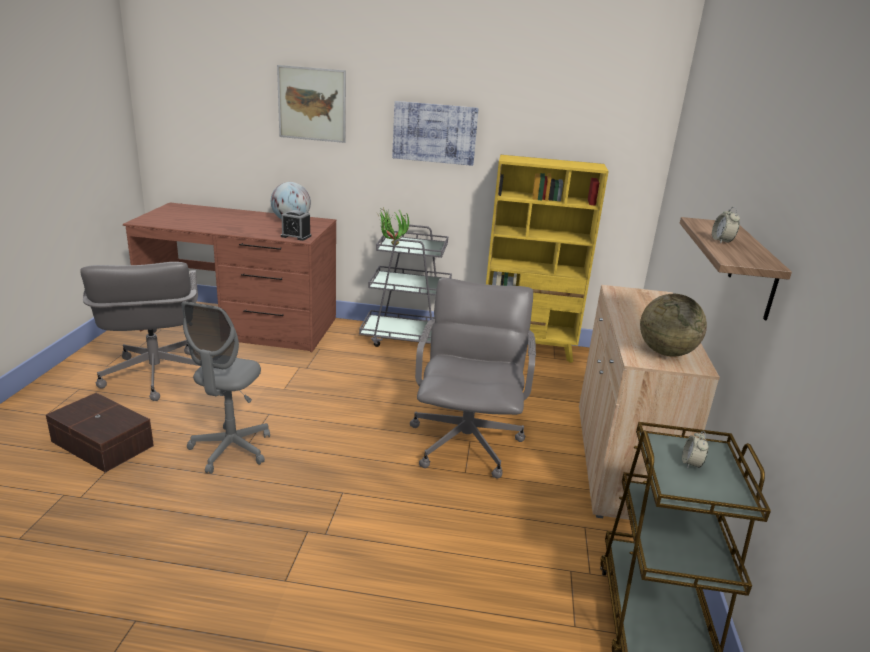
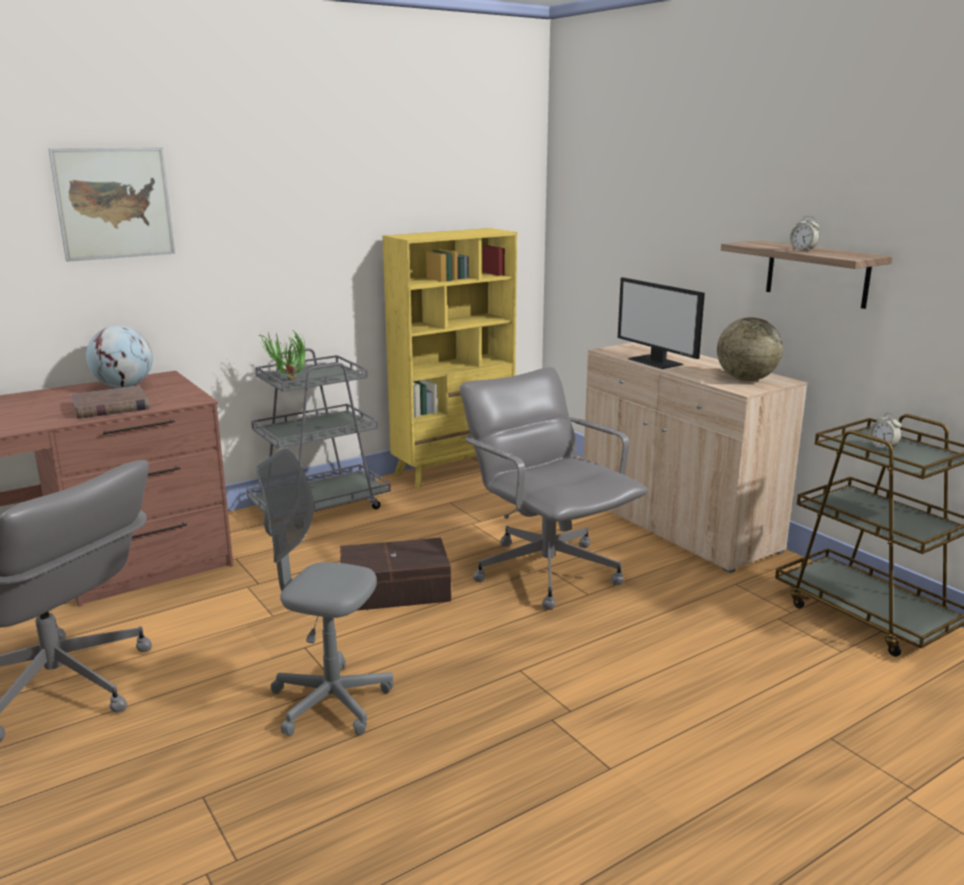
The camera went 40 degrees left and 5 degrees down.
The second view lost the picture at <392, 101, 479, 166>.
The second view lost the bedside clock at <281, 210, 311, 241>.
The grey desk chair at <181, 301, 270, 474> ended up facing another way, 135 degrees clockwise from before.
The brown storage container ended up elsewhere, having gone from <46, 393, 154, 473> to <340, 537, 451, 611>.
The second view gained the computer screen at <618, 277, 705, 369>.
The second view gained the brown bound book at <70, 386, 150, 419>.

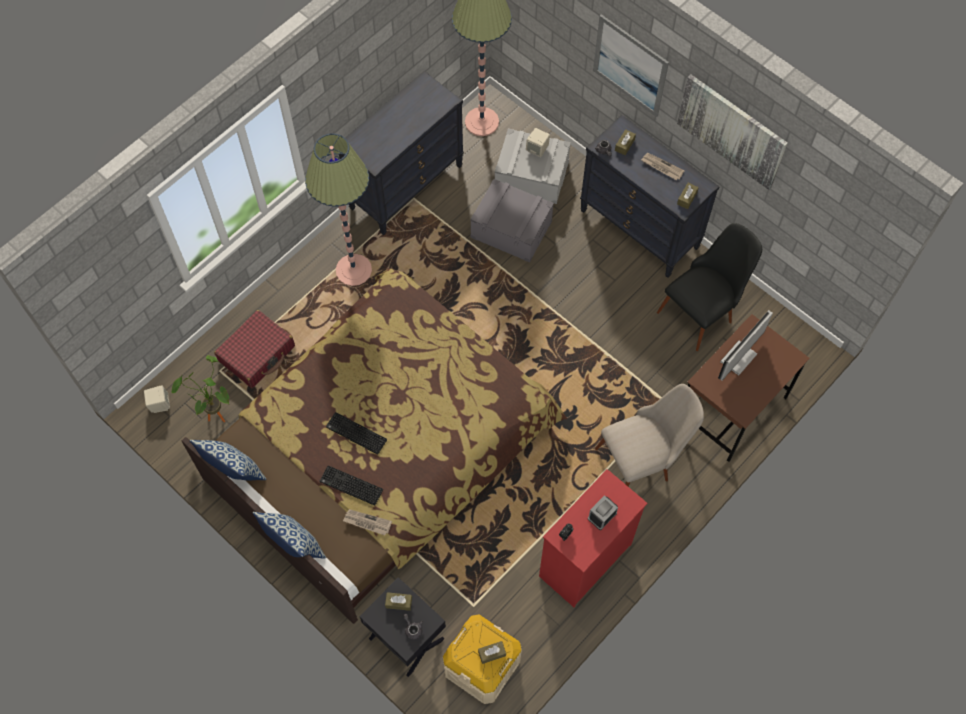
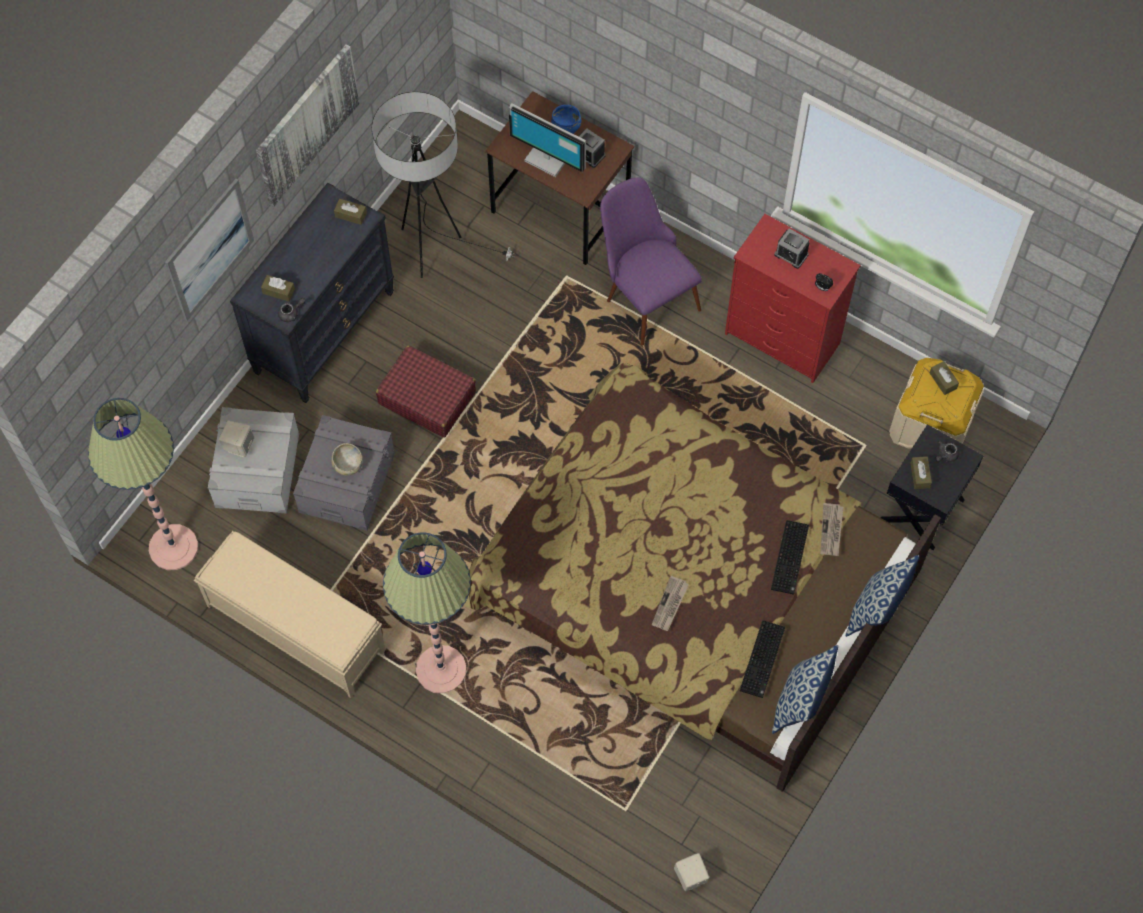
The camera went 100 degrees left and 0 degrees up.
Where the black drawer chest stood at <339, 71, 464, 235>, the beige long seat came to stand at <194, 531, 386, 698>.
The printed paper ended up elsewhere, having gone from <641, 153, 685, 180> to <652, 576, 689, 631>.
Where the black chair stood at <657, 223, 762, 351>, the standing lamp came to stand at <372, 92, 516, 278>.
The reddish suitcase ended up elsewhere, having gone from <214, 310, 295, 388> to <376, 345, 476, 437>.
The second view lost the houseplant at <171, 355, 229, 422>.
What was the beige chair at <595, 384, 704, 487> turned into the purple-coloured chair at <600, 178, 702, 345>.
The PC keyboard ended up elsewhere, having gone from <326, 412, 387, 455> to <740, 620, 785, 698>.
The second view gained the bluish bowl at <551, 105, 581, 134>.
The second view gained the bedside clock at <579, 128, 606, 168>.
The second view gained the beige bowl at <331, 443, 363, 476>.

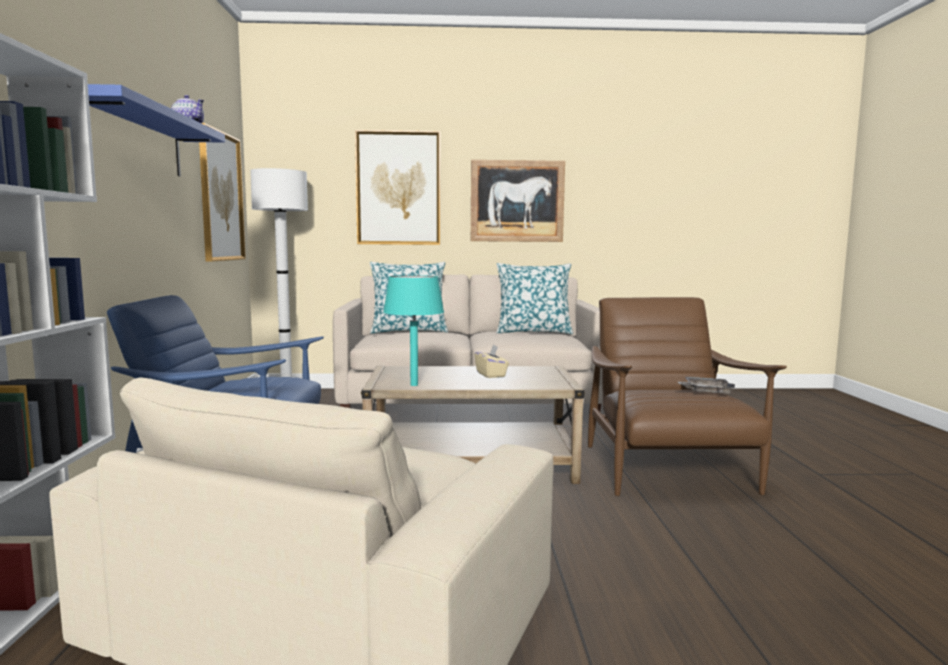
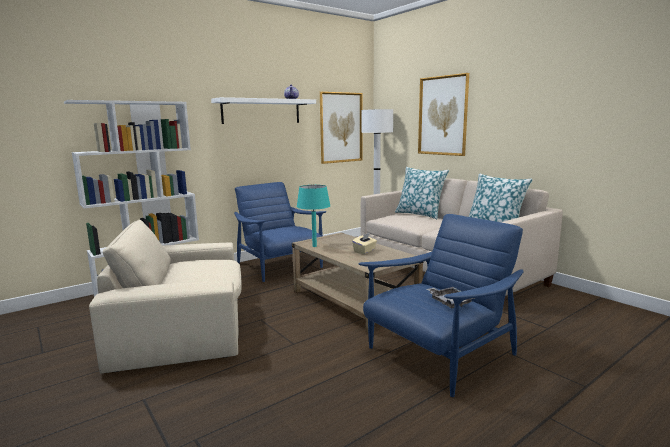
The camera went 55 degrees right and 5 degrees up.
What was the bluish shelf at <88, 84, 225, 176> turned into the white shelf at <211, 97, 316, 124>.
The second view lost the picture at <471, 160, 565, 242>.
What was the brown easy chair at <588, 297, 787, 496> turned into the bluish easy chair at <358, 214, 523, 397>.

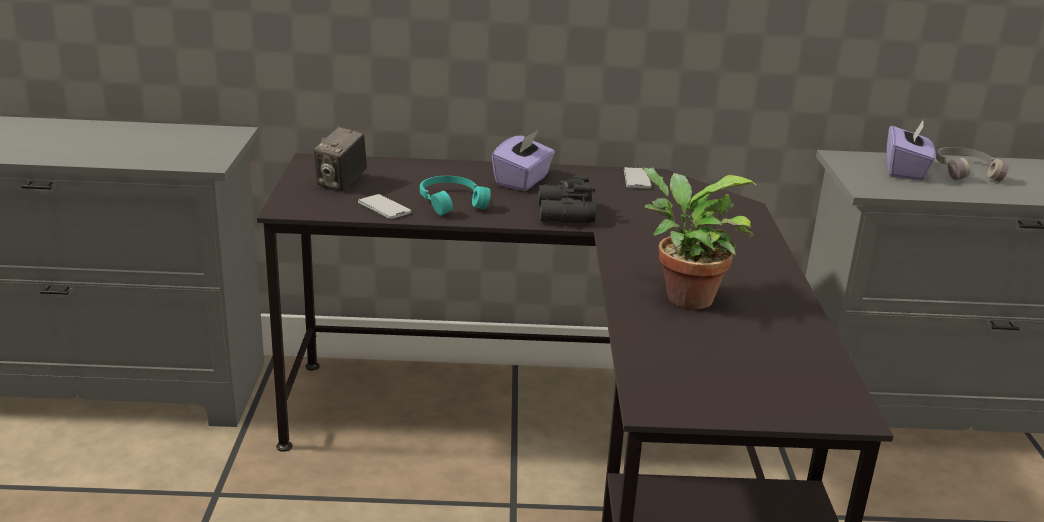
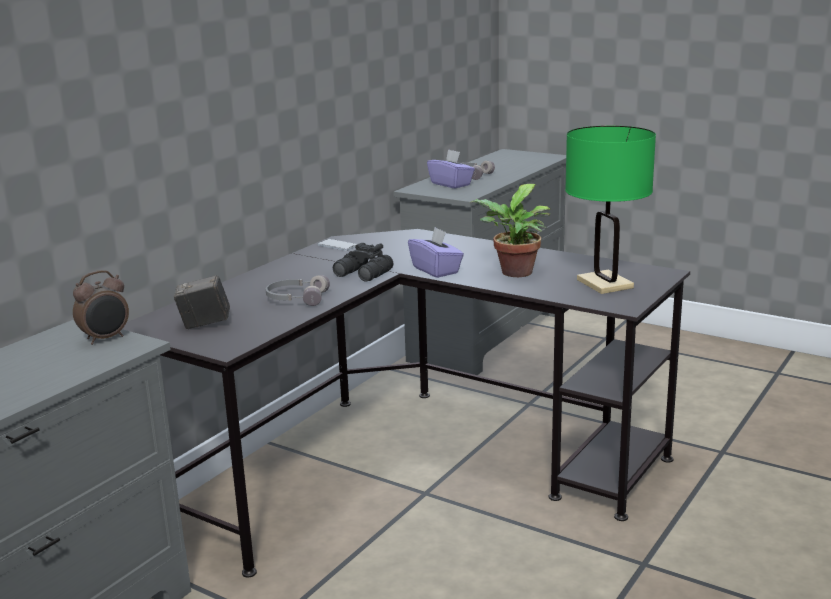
The camera went 55 degrees left and 5 degrees down.
The still camera at <314, 127, 367, 191> ended up facing another way, 120 degrees clockwise from before.
The purple-coloured tissue box ended up elsewhere, having gone from <492, 130, 555, 191> to <408, 227, 464, 278>.
What was the turquoise headset at <420, 176, 491, 216> turned into the grey headset at <266, 275, 330, 306>.
The second view lost the handset at <358, 194, 411, 219>.
The second view gained the greenish tabletop lamp at <565, 126, 656, 294>.
The second view gained the bedside clock at <73, 270, 129, 345>.

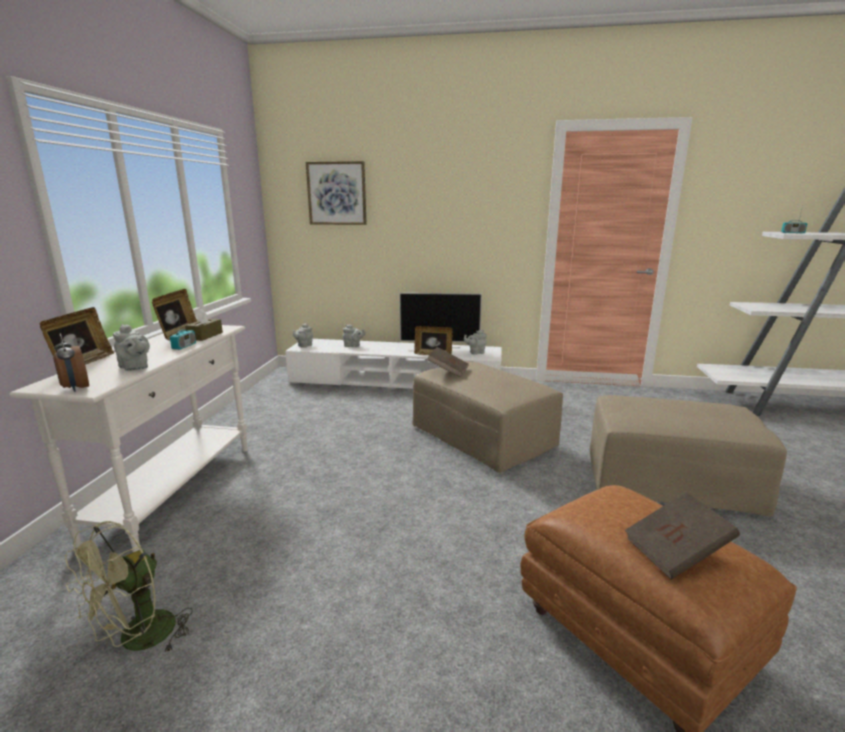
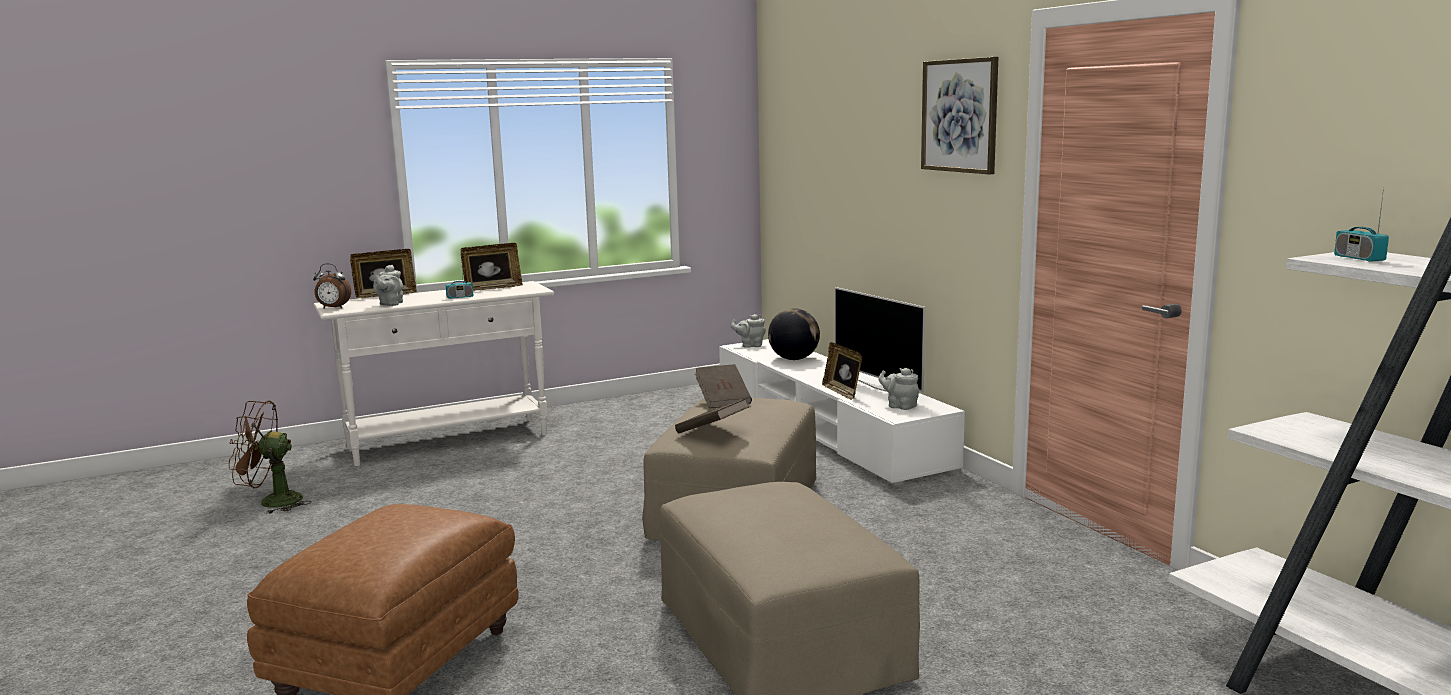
The camera went 55 degrees right and 5 degrees down.
The picture ended up elsewhere, having gone from <306, 161, 367, 225> to <921, 57, 998, 174>.
The second view lost the brown tissue box at <185, 309, 223, 341>.
Where the grey tea pot stood at <343, 324, 366, 347>, the desk globe came to stand at <768, 308, 820, 360>.
The bedside clock at <53, 333, 89, 392> ended up facing another way, 105 degrees counterclockwise from before.
The brown bound book ended up elsewhere, having gone from <625, 492, 740, 580> to <675, 398, 749, 434>.
What was the greenish fan at <65, 521, 193, 654> turned into the brown fan at <229, 400, 312, 514>.

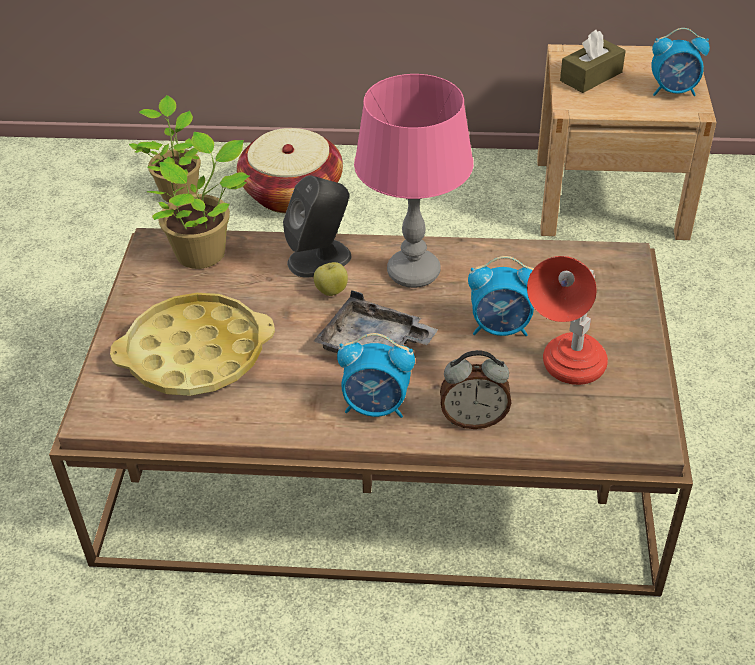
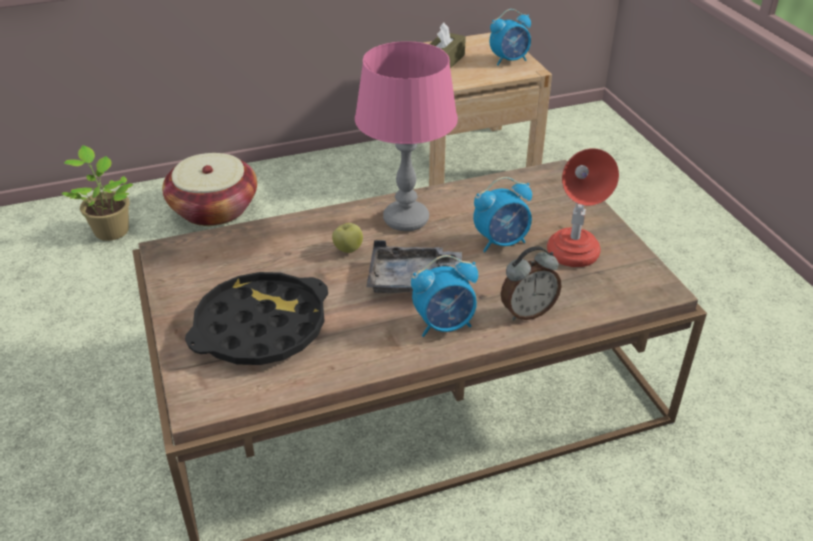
The camera went 25 degrees left and 5 degrees down.
The second view lost the houseplant at <147, 132, 249, 269>.
The second view lost the grey loudspeaker at <283, 175, 352, 277>.
What was the yellow tray at <110, 293, 275, 396> turned into the black tray at <185, 272, 328, 365>.

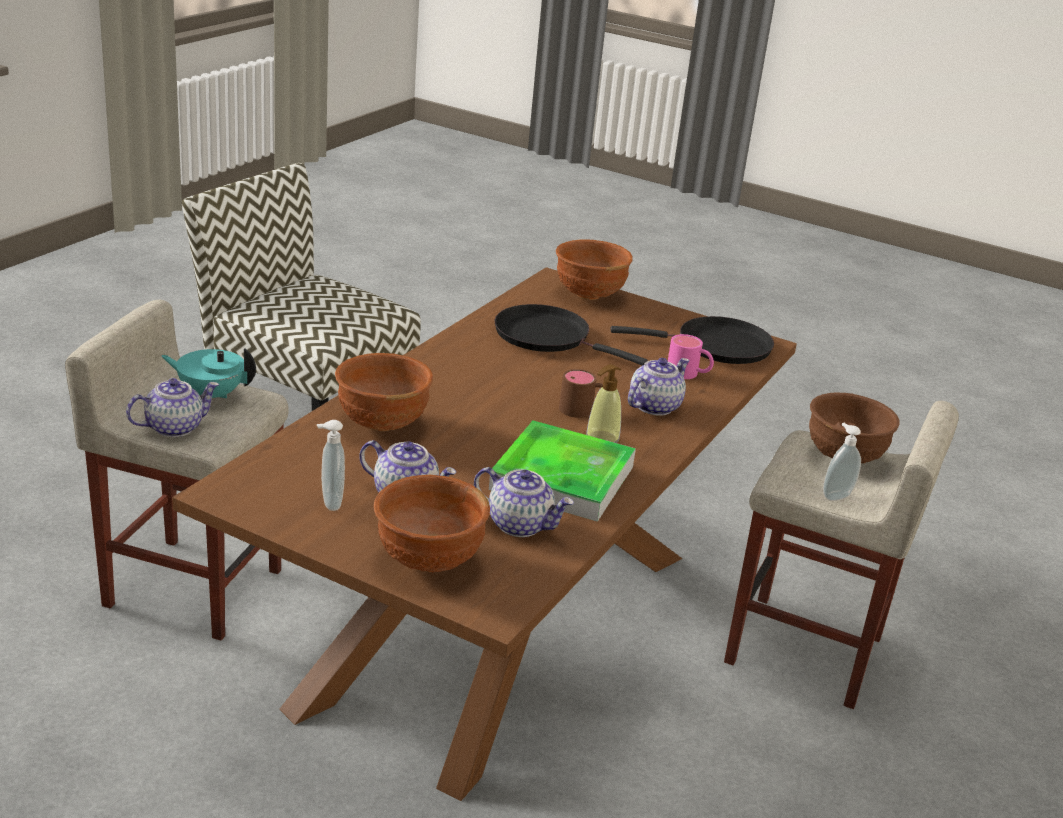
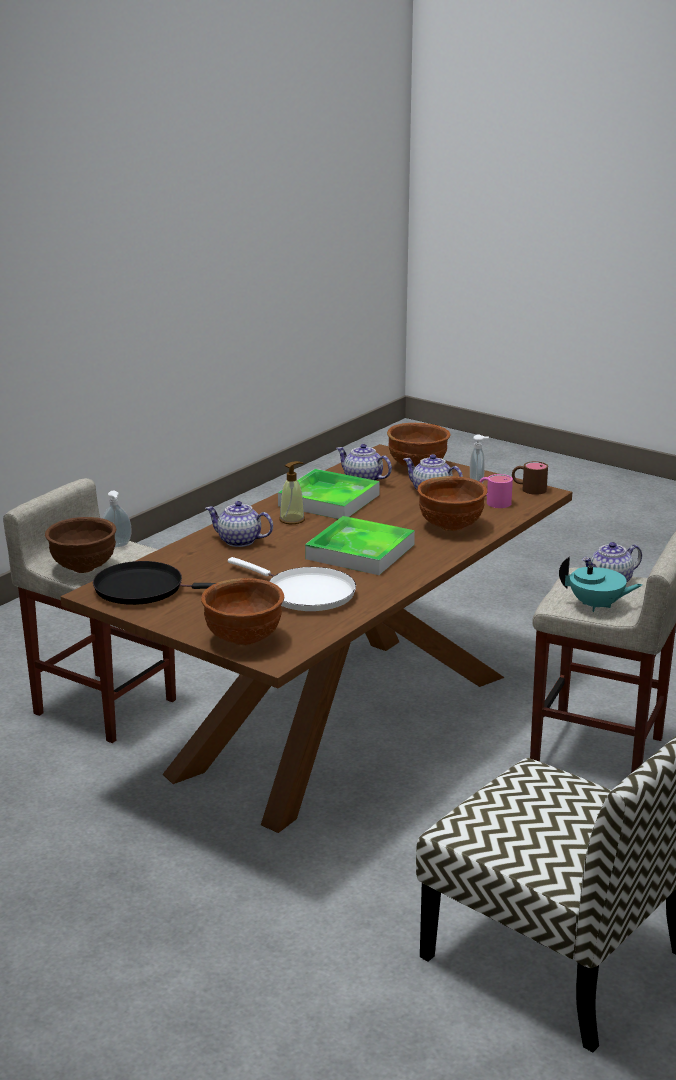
The camera went 170 degrees left and 5 degrees down.
What was the black frying pan at <495, 304, 648, 366> turned into the white frying pan at <228, 557, 356, 611>.
The pink coffee mug ended up elsewhere, having gone from <668, 334, 714, 379> to <479, 474, 513, 508>.
The tea pot at <628, 358, 689, 416> ended up facing another way, 60 degrees clockwise from before.
The brown coffee mug ended up elsewhere, having gone from <559, 369, 603, 418> to <512, 461, 548, 495>.
The second view gained the tray at <305, 516, 415, 575>.

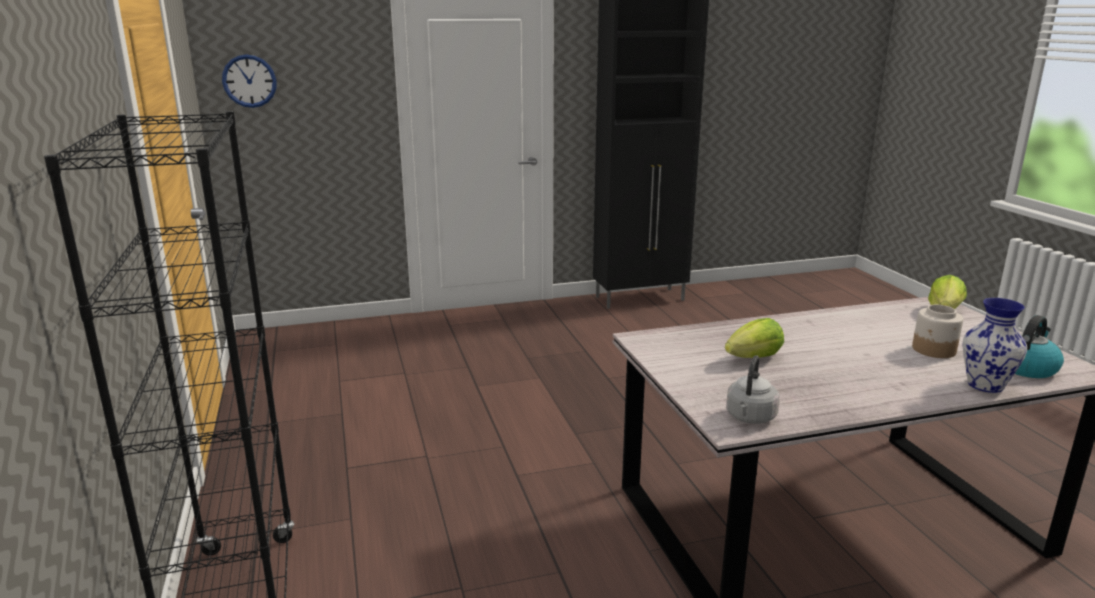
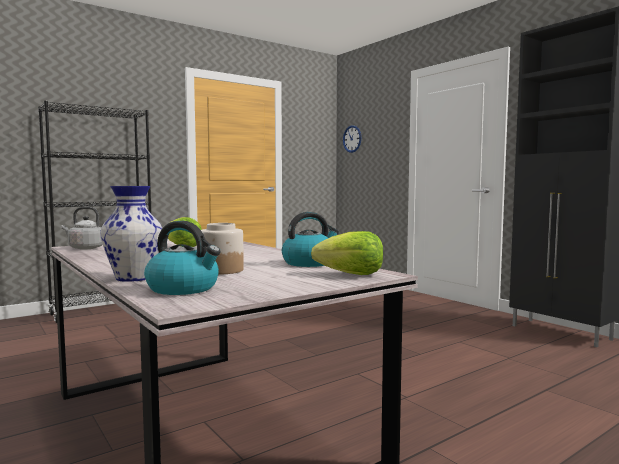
The camera went 70 degrees right and 15 degrees down.
The second view gained the kettle at <282, 212, 339, 267>.

